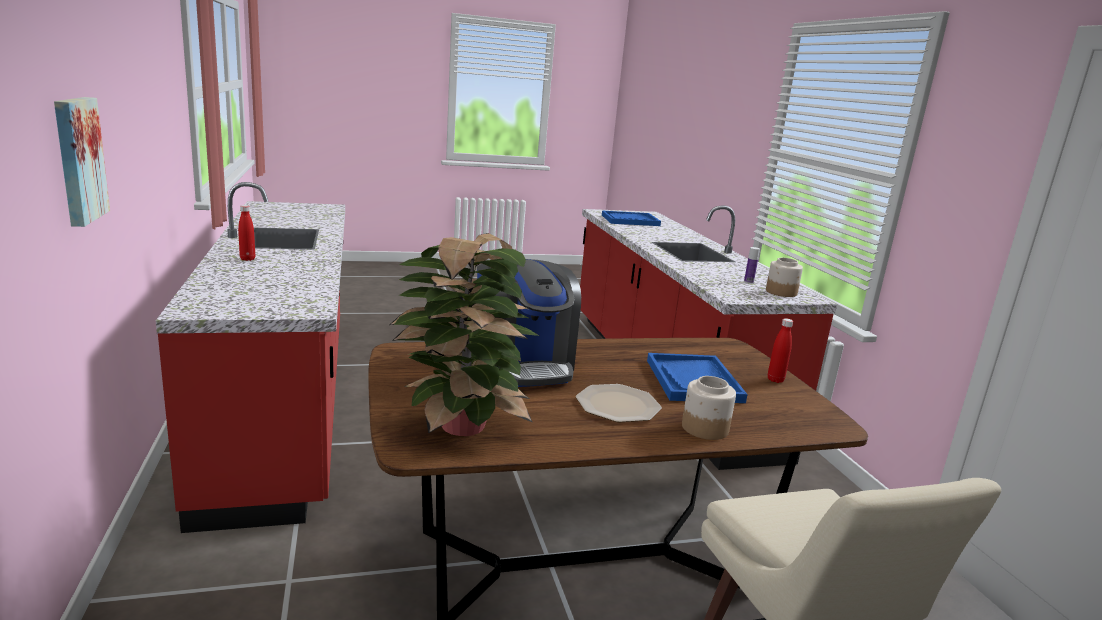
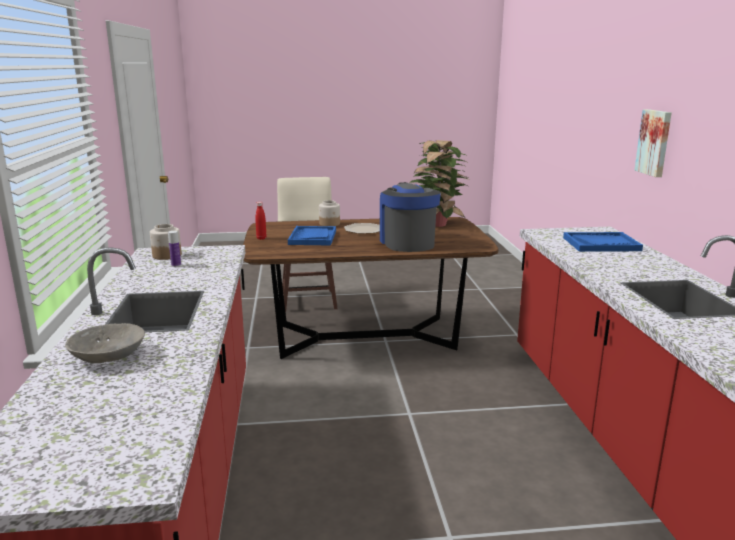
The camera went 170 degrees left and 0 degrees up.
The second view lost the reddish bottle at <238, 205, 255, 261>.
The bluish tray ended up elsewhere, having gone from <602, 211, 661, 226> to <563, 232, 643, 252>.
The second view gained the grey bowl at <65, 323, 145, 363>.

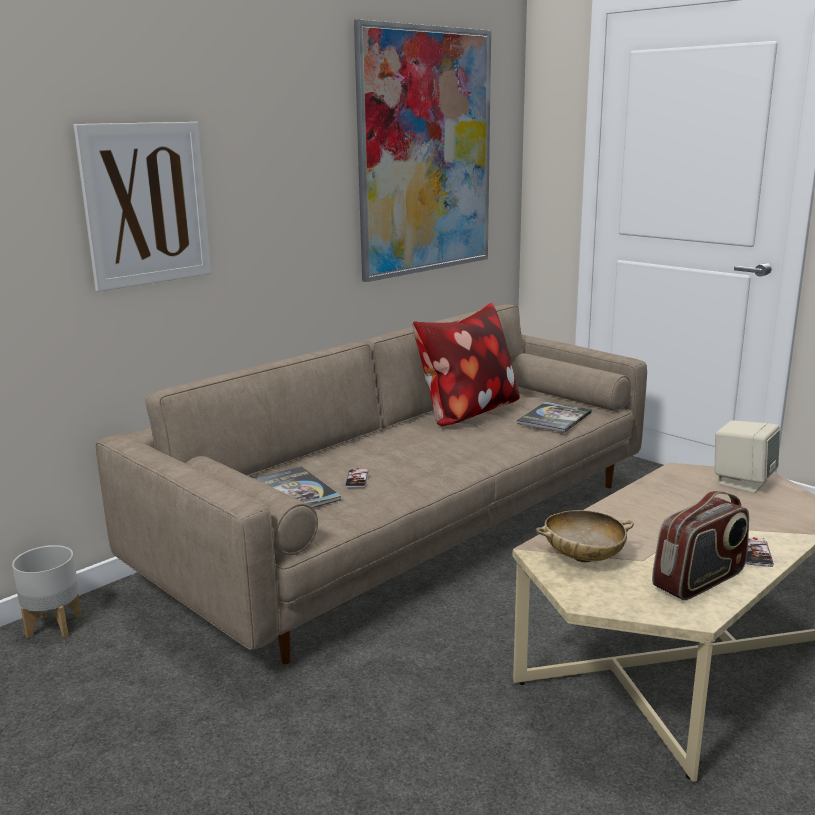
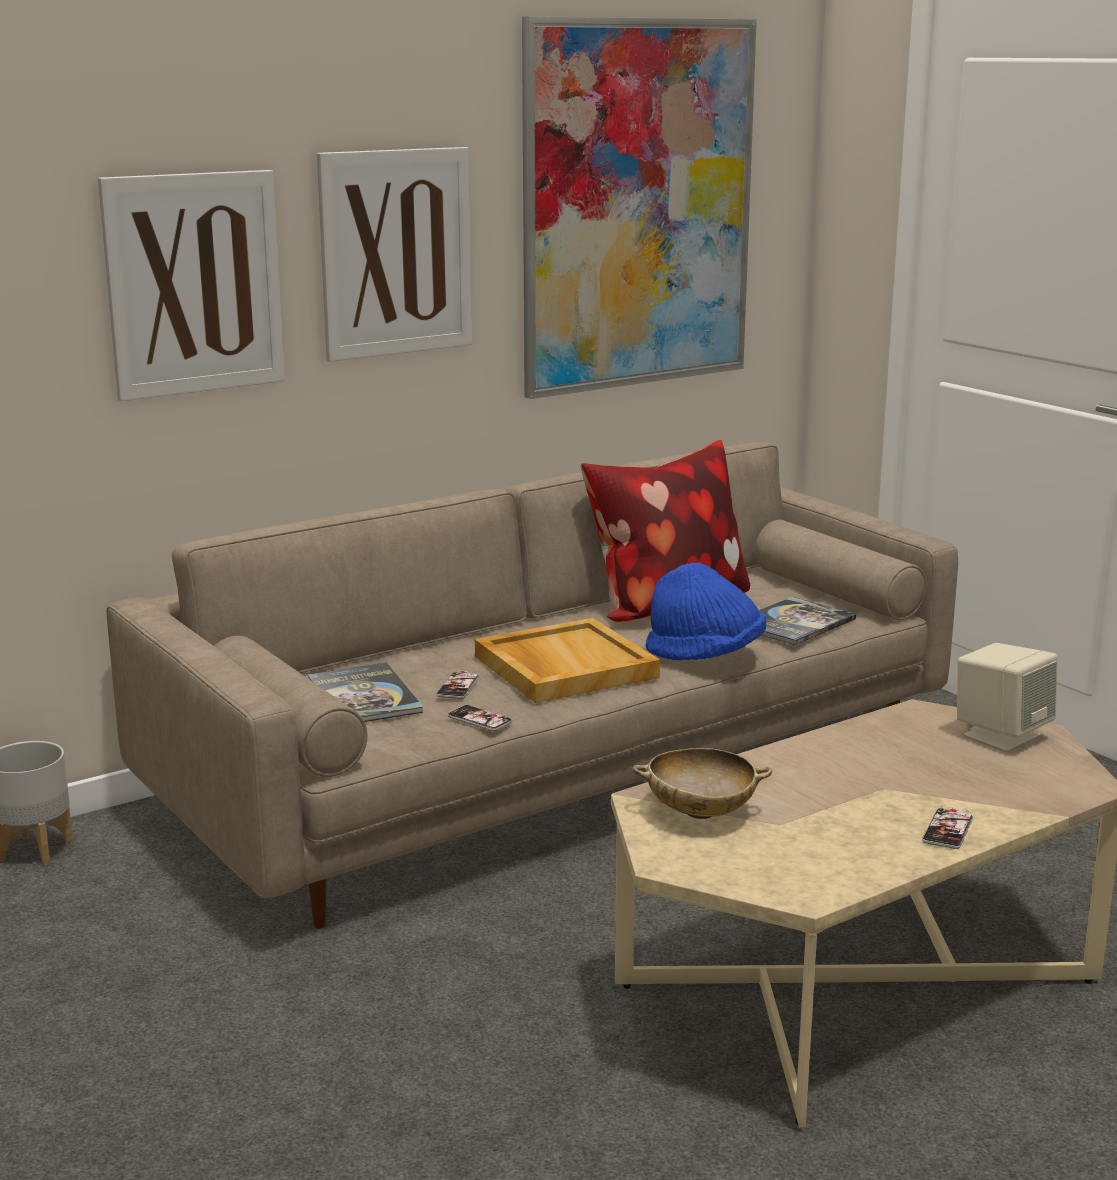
The camera went 10 degrees right and 0 degrees up.
The second view lost the radio set at <652, 491, 749, 600>.
The second view gained the picture at <317, 147, 472, 362>.
The second view gained the bluish clothing hat at <646, 563, 766, 660>.
The second view gained the beige tray at <475, 618, 660, 703>.
The second view gained the handset at <448, 704, 512, 731>.

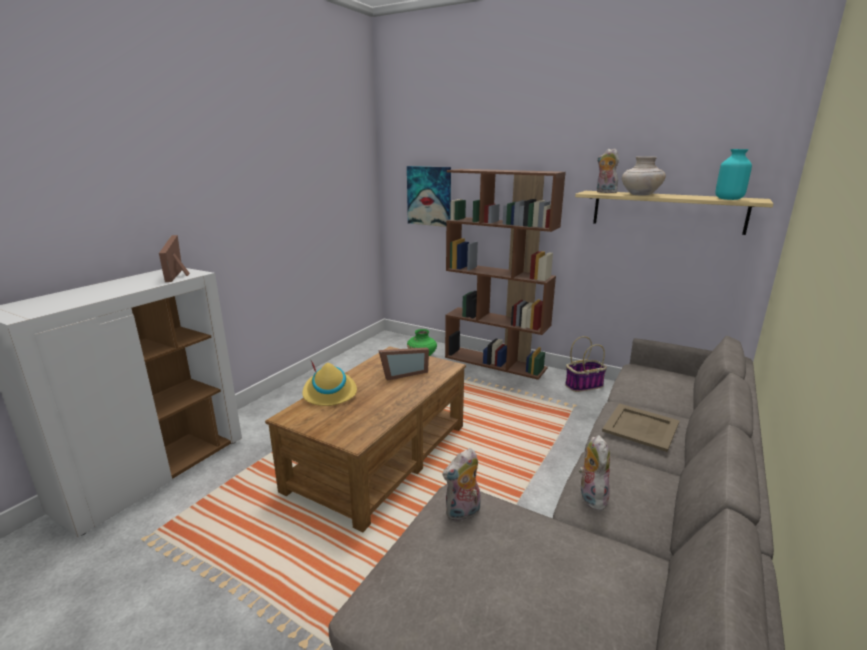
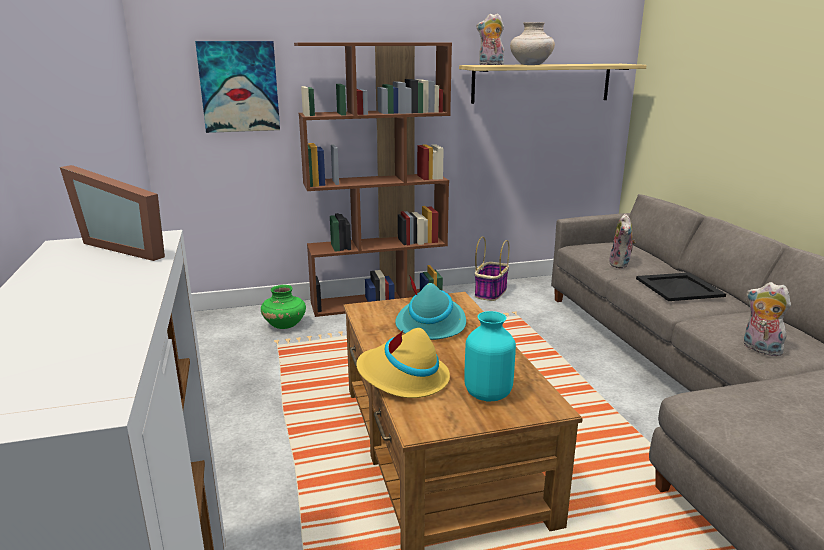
The camera went 45 degrees left and 0 degrees up.
The turquoise vase ended up elsewhere, having gone from <715, 149, 752, 200> to <464, 311, 516, 402>.
Where the standing frame stood at <378, 348, 429, 381>, the turquoise clothing hat came to stand at <395, 275, 466, 340>.
What was the beige tray at <602, 404, 680, 452> turned into the black tray at <636, 272, 726, 301>.
The plush toy ended up elsewhere, having gone from <442, 448, 480, 521> to <609, 214, 636, 269>.

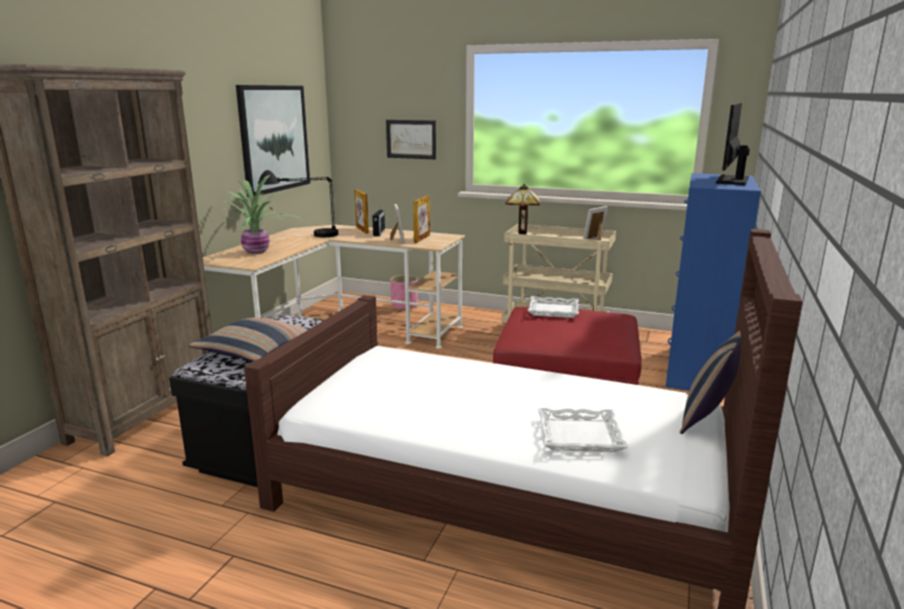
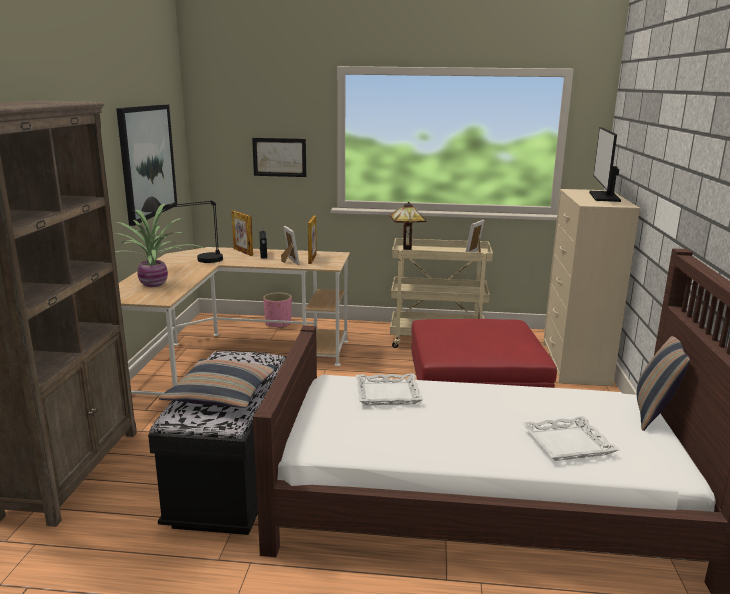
The camera went 15 degrees left and 0 degrees up.
What was the bluish drawer chest at <666, 173, 761, 390> turned into the beige drawer chest at <543, 189, 640, 386>.
The white tray ended up elsewhere, having gone from <528, 296, 579, 318> to <356, 374, 423, 405>.

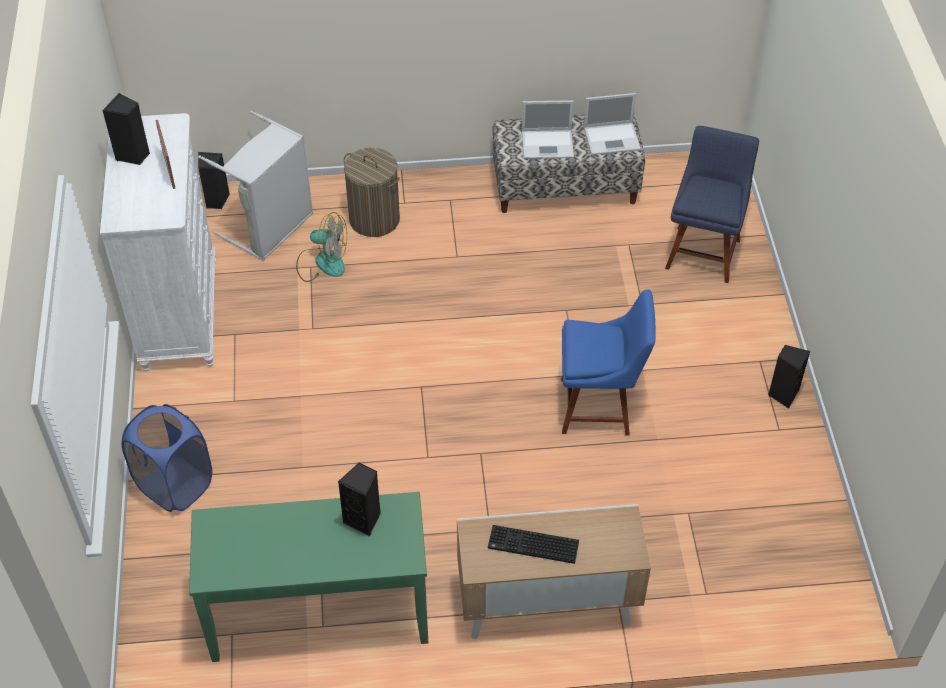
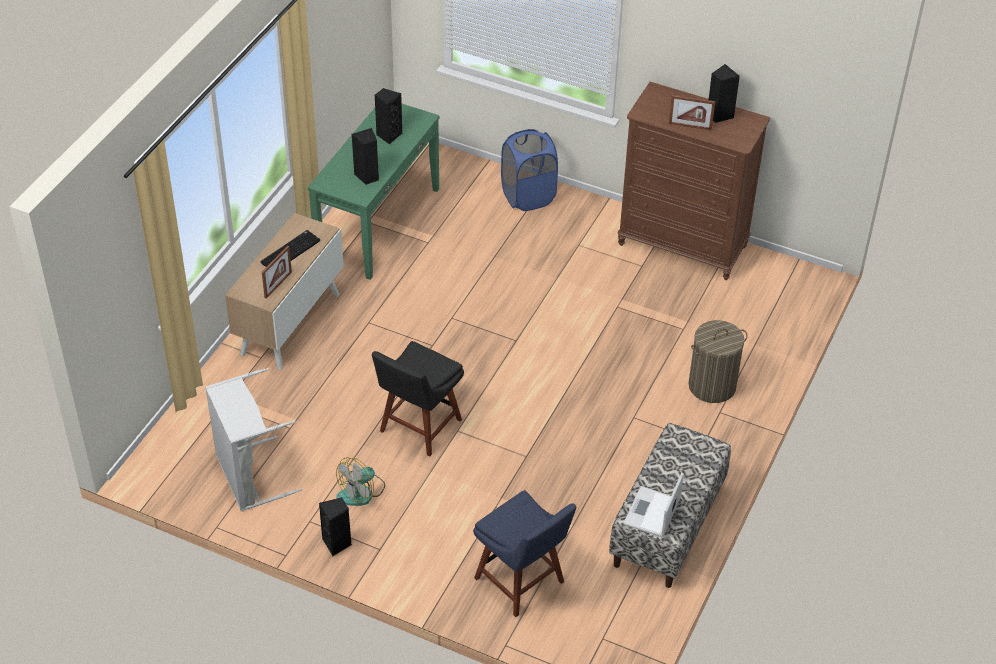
The camera went 120 degrees right and 5 degrees down.
The second view lost the portable computer at <522, 100, 574, 159>.
The grey washing basket ended up elsewhere, having gone from <198, 111, 313, 261> to <205, 368, 302, 511>.
What was the white drawer chest at <100, 113, 216, 372> turned into the brown drawer chest at <618, 82, 771, 280>.
The black loudspeaker ended up elsewhere, having gone from <198, 152, 230, 209> to <375, 88, 402, 145>.
The fan ended up elsewhere, having gone from <296, 212, 347, 282> to <336, 457, 385, 506>.
What was the bluish chair at <561, 290, 656, 435> turned into the black chair at <372, 341, 464, 456>.
The second view gained the standing frame at <262, 246, 292, 298>.

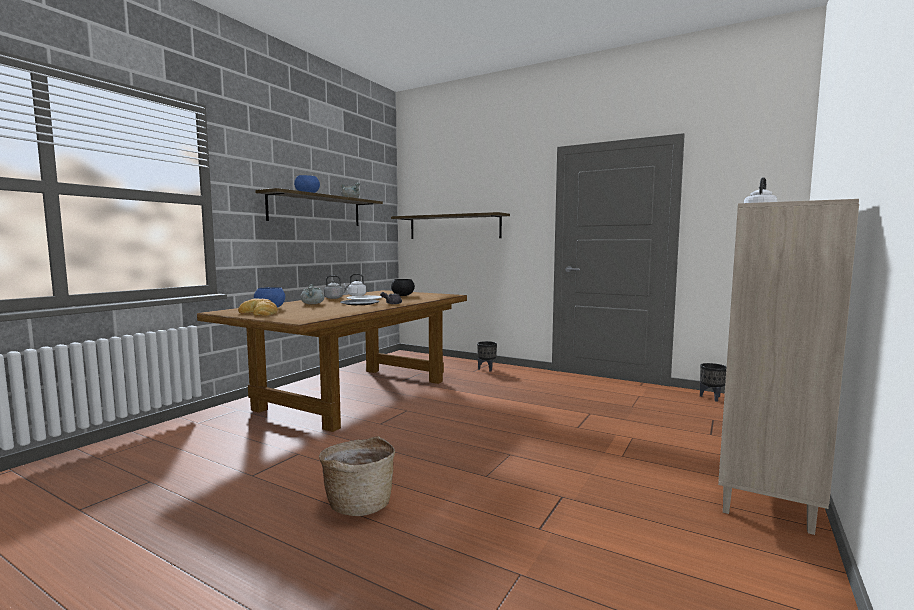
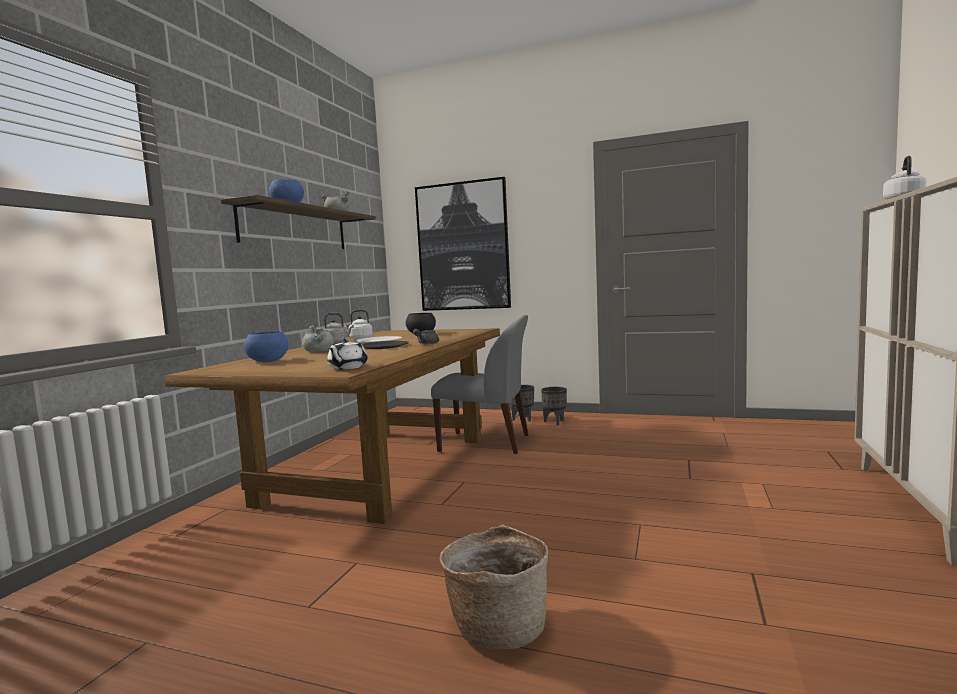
The camera went 10 degrees left and 0 degrees up.
Where the shelf hung at <391, 212, 510, 239>, the picture came to hang at <415, 177, 511, 311>.
The second view lost the bakery bread at <238, 298, 278, 316>.
The black plant pot ended up elsewhere, having gone from <700, 363, 727, 402> to <541, 387, 567, 425>.
The second view gained the grey chair at <431, 315, 529, 454>.
The second view gained the white tea pot at <327, 337, 368, 370>.

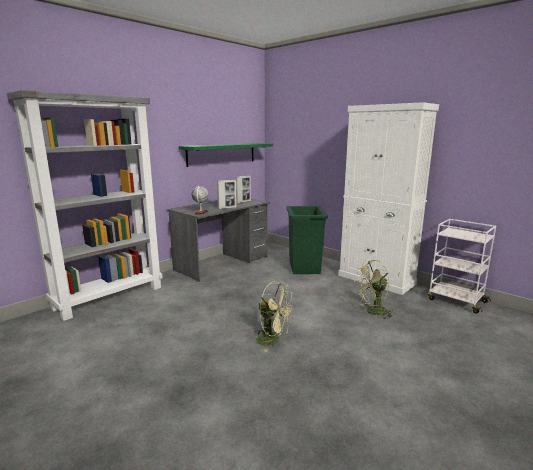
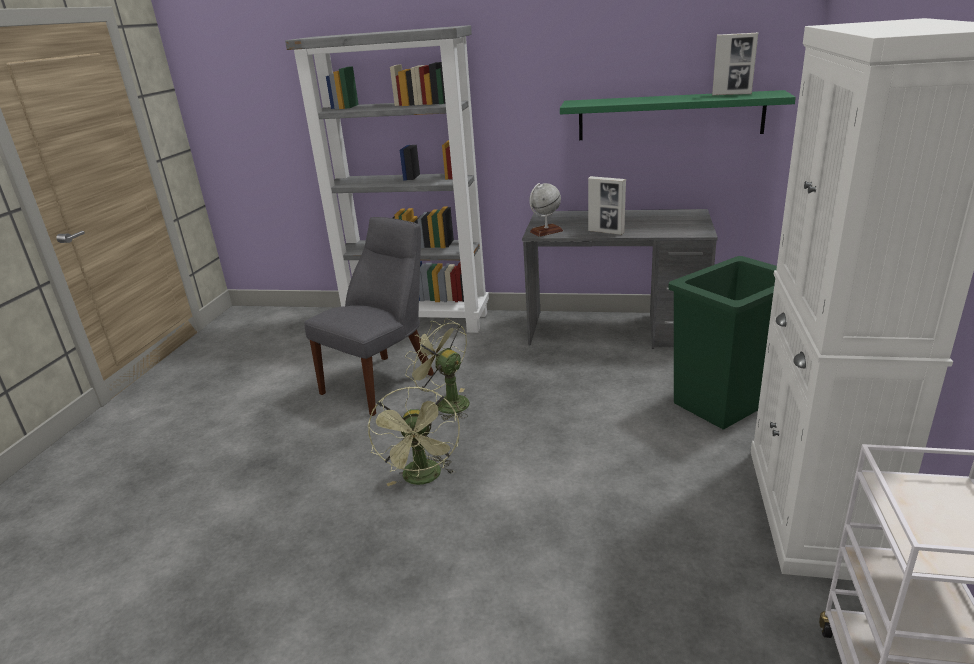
The camera went 60 degrees right and 10 degrees up.
The standing frame ended up elsewhere, having gone from <235, 176, 251, 203> to <712, 32, 758, 95>.
The greenish fan ended up elsewhere, having gone from <354, 260, 394, 319> to <405, 318, 470, 421>.
The second view gained the grey chair at <304, 217, 434, 416>.

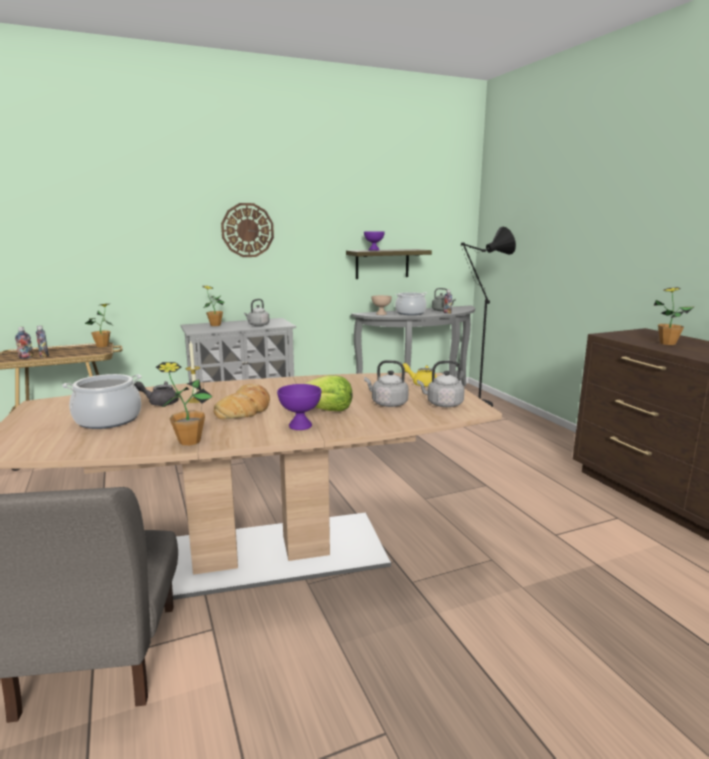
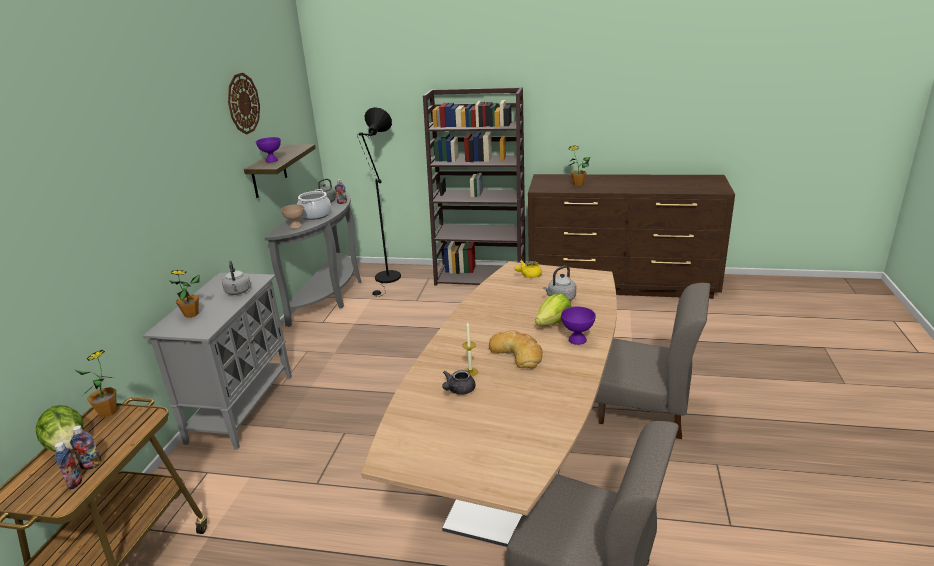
The camera went 55 degrees left and 10 degrees up.
The hanging clock ended up elsewhere, having gone from <221, 203, 274, 257> to <228, 73, 260, 134>.
The second view lost the grey kettle at <417, 361, 465, 407>.
The second view lost the houseplant at <156, 362, 213, 446>.
The second view lost the stockpot at <62, 374, 141, 429>.
The second view gained the brown shelving unit at <423, 87, 526, 286>.
The second view gained the grey chair at <595, 283, 710, 439>.
The second view gained the lettuce head at <36, 405, 83, 452>.

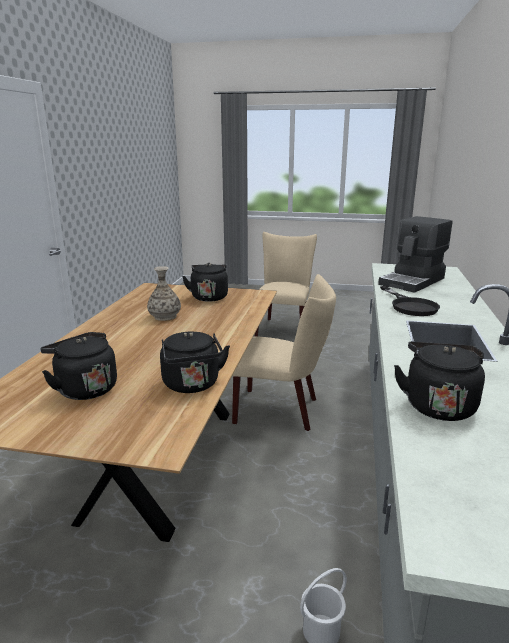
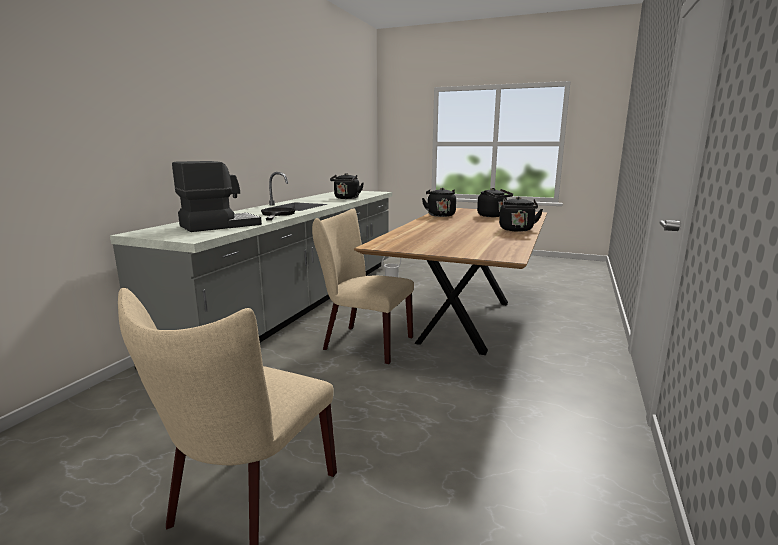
The camera went 170 degrees left and 5 degrees down.
The black kettle ended up elsewhere, having gone from <182, 263, 228, 302> to <499, 196, 543, 232>.
The second view lost the vase at <147, 266, 181, 321>.

